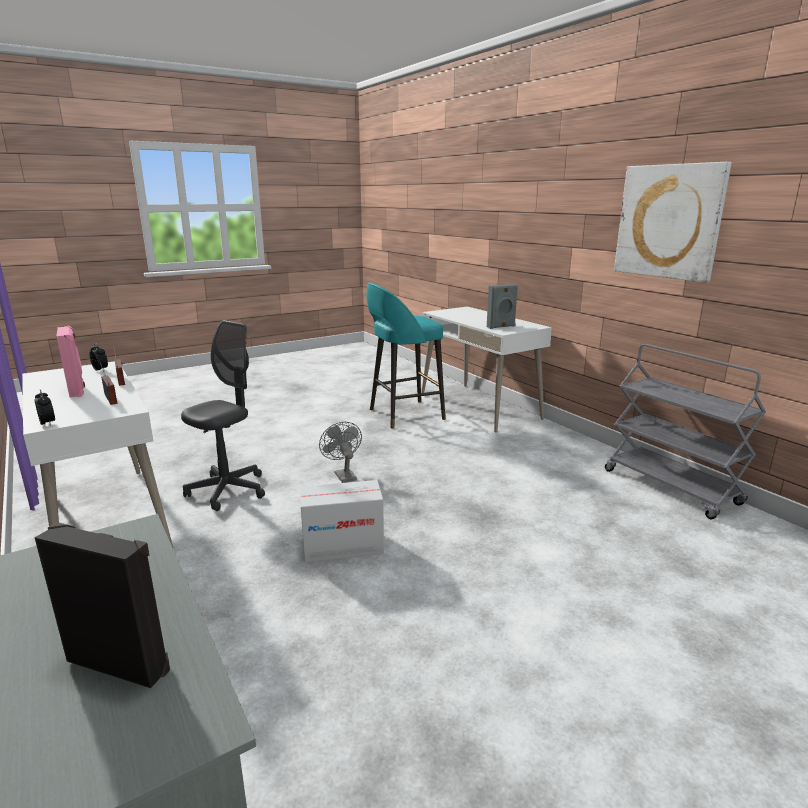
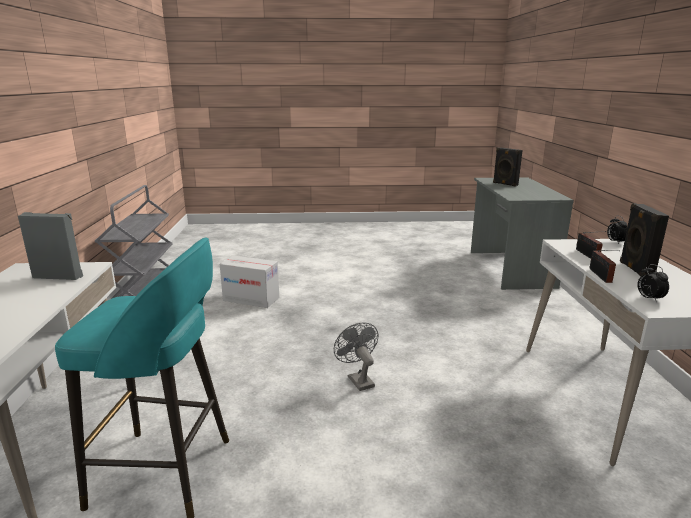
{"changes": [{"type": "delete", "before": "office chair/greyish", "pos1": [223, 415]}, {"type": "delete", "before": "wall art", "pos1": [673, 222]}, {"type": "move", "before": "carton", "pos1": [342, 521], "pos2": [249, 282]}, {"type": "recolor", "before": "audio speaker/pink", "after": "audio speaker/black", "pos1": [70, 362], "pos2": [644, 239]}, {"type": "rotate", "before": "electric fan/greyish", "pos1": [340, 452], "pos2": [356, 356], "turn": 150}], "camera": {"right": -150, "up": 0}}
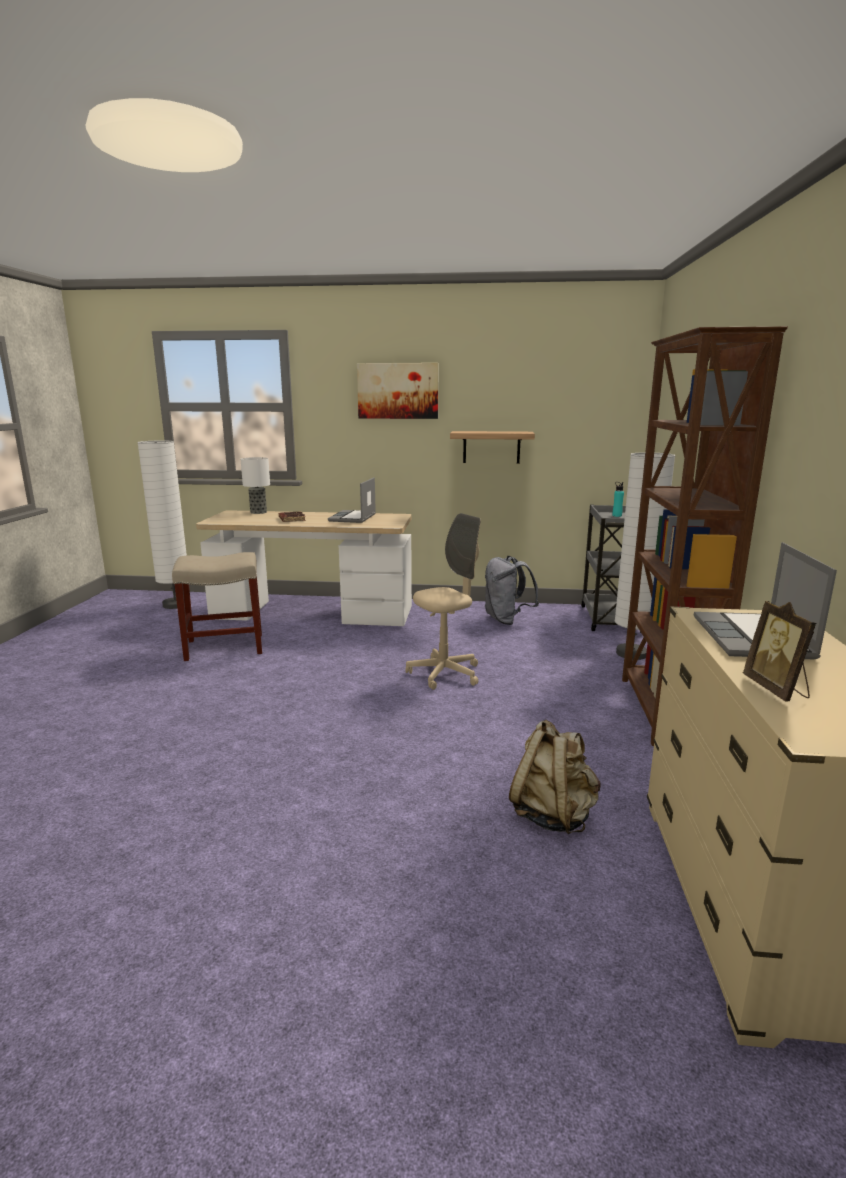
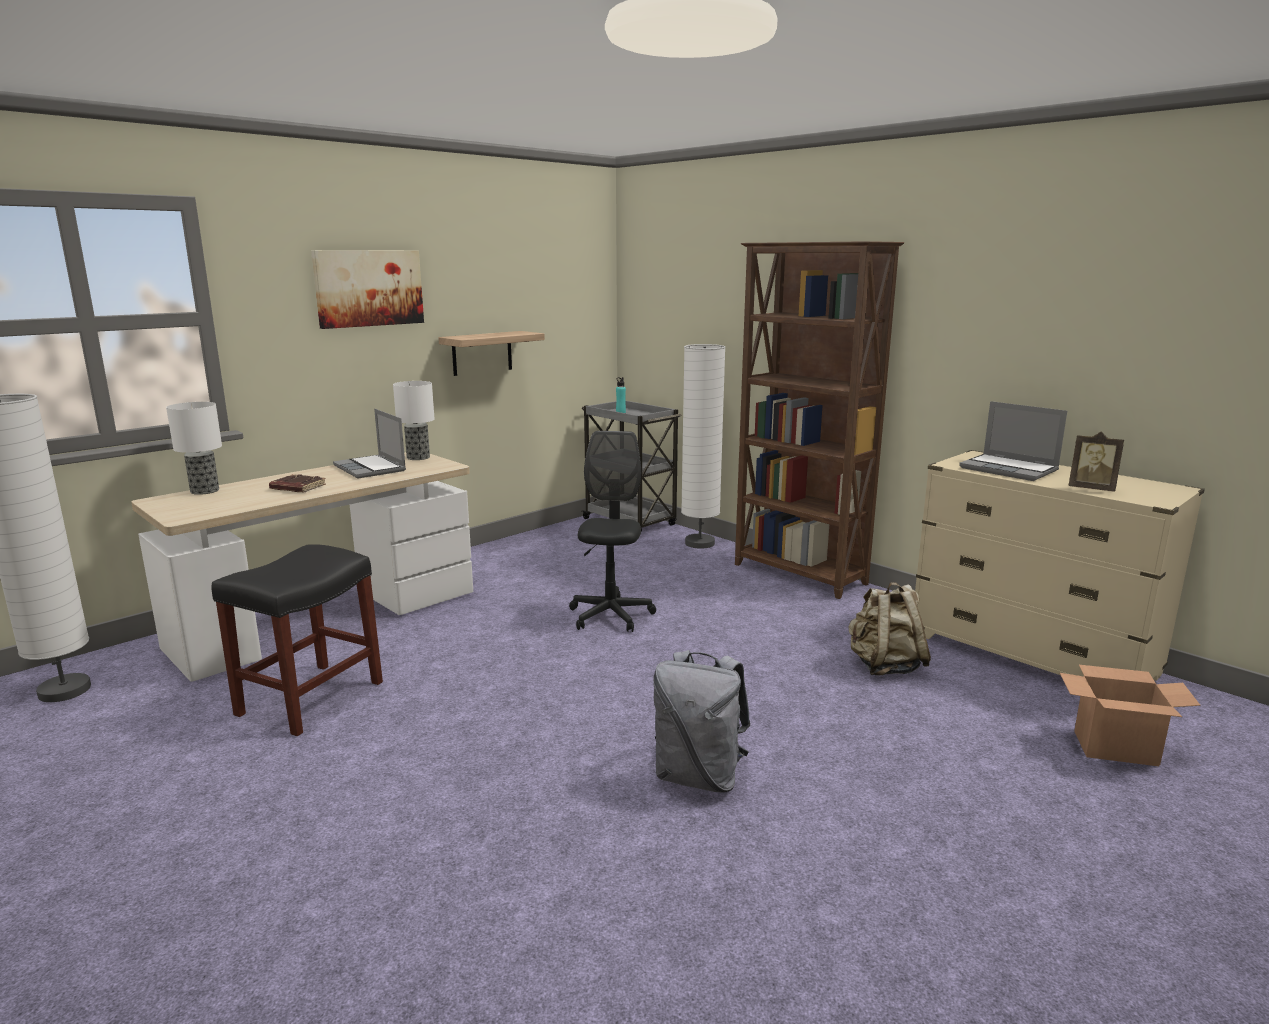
{"changes": [{"type": "insert", "after": "table lamp", "pos2": [414, 420]}, {"type": "insert", "after": "carton", "pos2": [1130, 715]}, {"type": "move", "before": "rucksack/greyish", "pos1": [512, 590], "pos2": [701, 721]}, {"type": "recolor", "before": "sitting stool/sand-coloured", "after": "sitting stool/black", "pos1": [217, 606], "pos2": [297, 640]}, {"type": "recolor", "before": "office chair/sand-coloured", "after": "office chair/black", "pos1": [443, 601], "pos2": [612, 531]}], "camera": {"right": -50, "up": 0}}
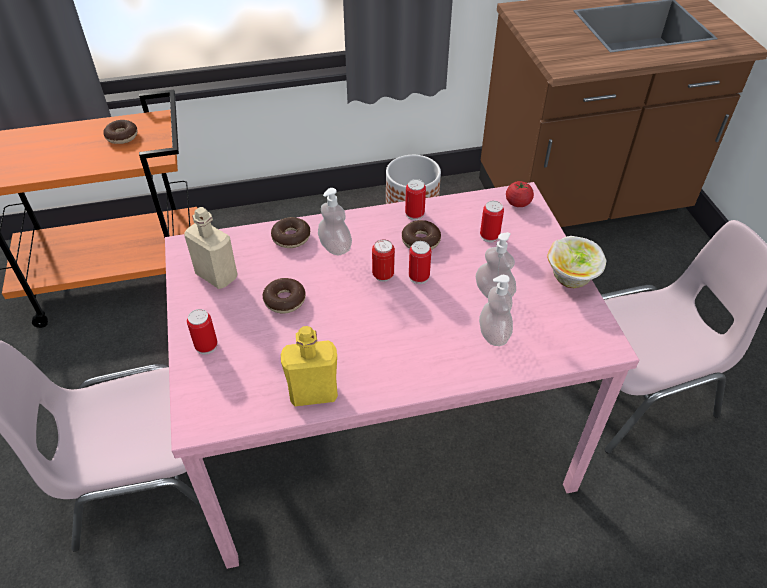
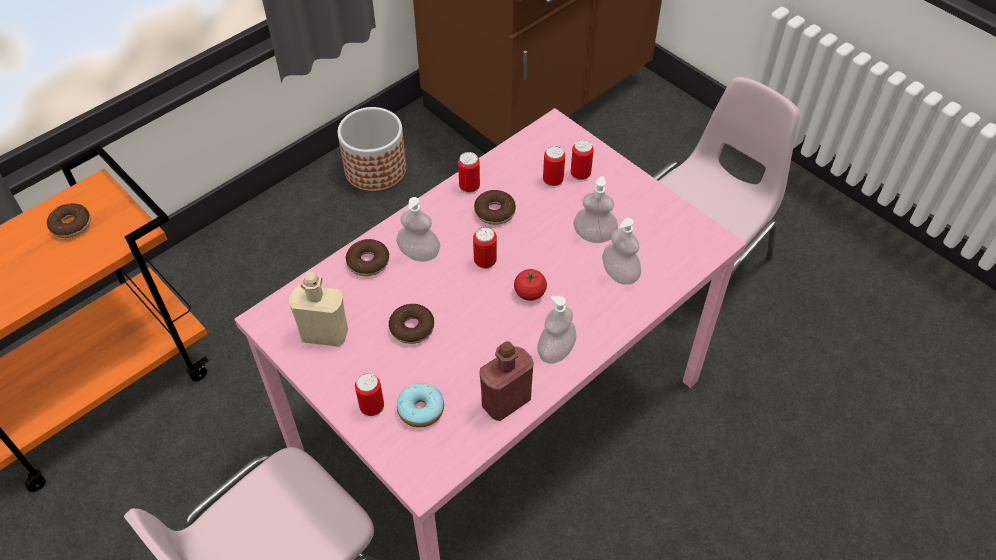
{"changes": [{"type": "delete", "before": "bowl", "pos1": [576, 262]}, {"type": "insert", "after": "donut", "pos2": [420, 405]}, {"type": "insert", "after": "soap dispenser", "pos2": [556, 330]}, {"type": "move", "before": "metal can", "pos1": [420, 262], "pos2": [582, 160]}, {"type": "move", "before": "tomato", "pos1": [520, 194], "pos2": [530, 285]}, {"type": "recolor", "before": "drink bottle/yellow", "after": "drink bottle/red-coloured", "pos1": [309, 366], "pos2": [506, 381]}], "camera": {"right": -30, "up": 5}}
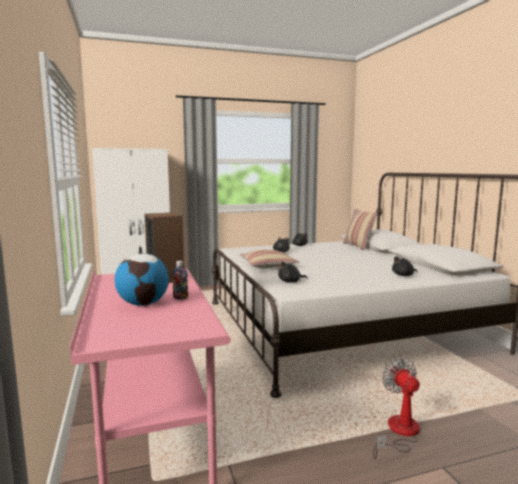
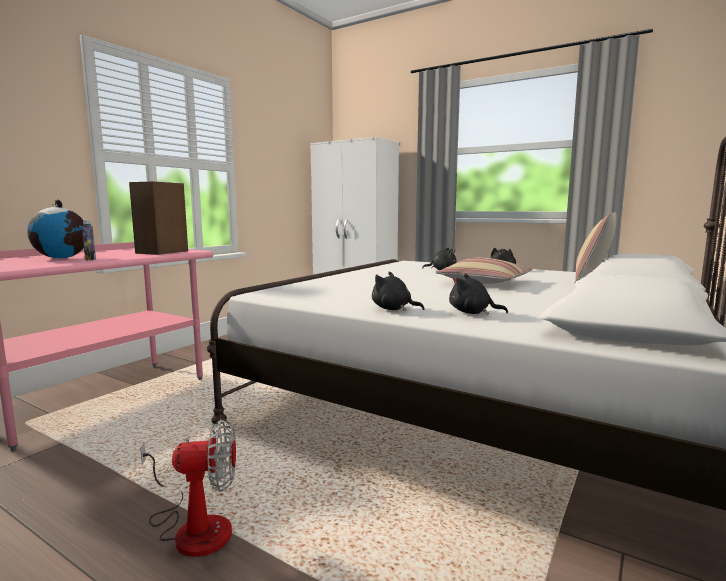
{"changes": [{"type": "move", "before": "pillow", "pos1": [269, 259], "pos2": [484, 271]}, {"type": "move", "before": "plush toy/black", "pos1": [292, 272], "pos2": [398, 291]}, {"type": "rotate", "before": "electric fan", "pos1": [396, 408], "pos2": [188, 488], "turn": 45}], "camera": {"right": 50, "up": 0}}
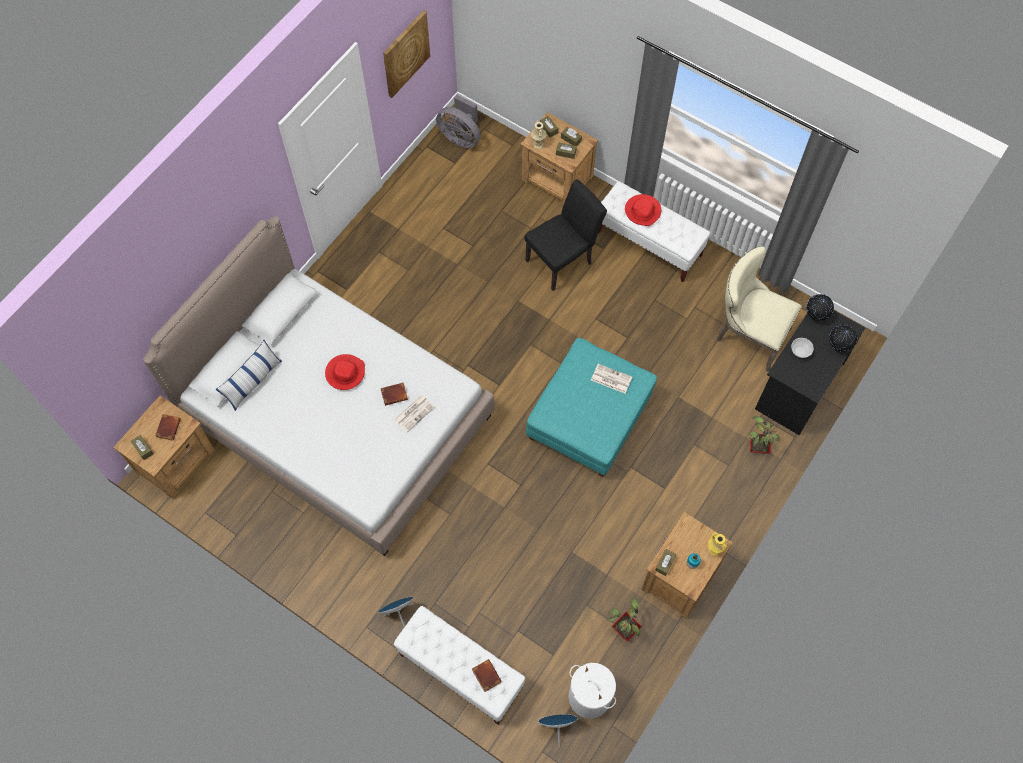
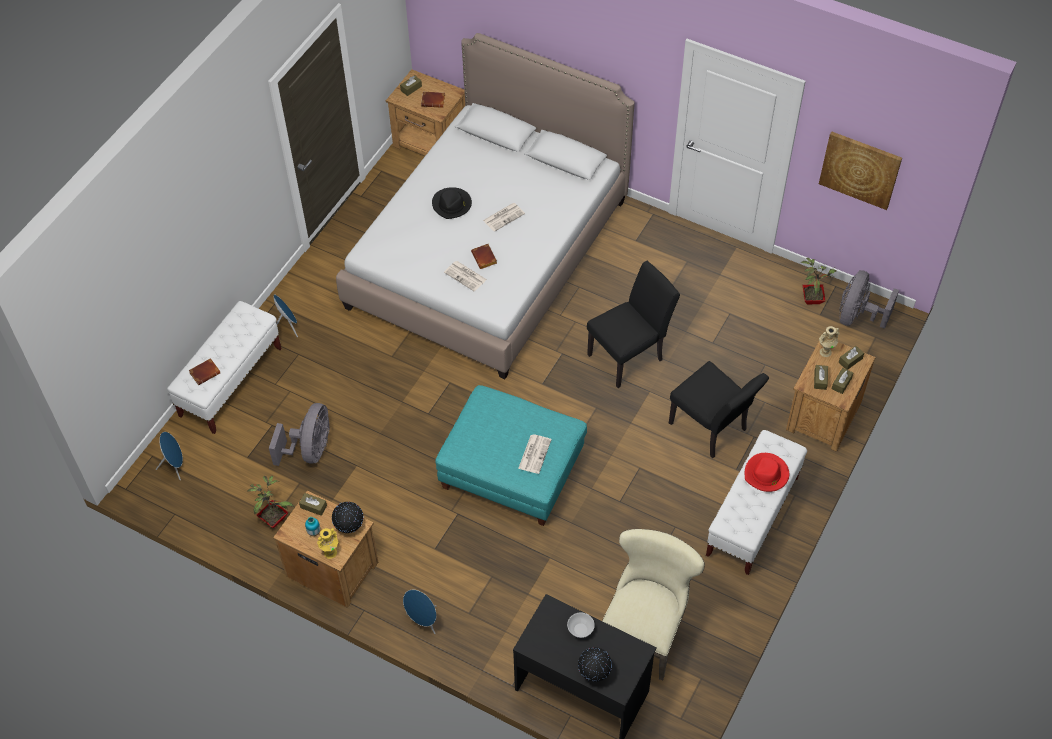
{"changes": [{"type": "delete", "before": "pillow", "pos1": [249, 375]}, {"type": "delete", "before": "laundry basket/whitish", "pos1": [592, 691]}, {"type": "insert", "after": "electric fan/greyish", "pos2": [299, 434]}, {"type": "insert", "after": "audio speaker/blue-coloured", "pos2": [419, 612]}, {"type": "insert", "after": "clothing hat/black", "pos2": [452, 203]}, {"type": "insert", "after": "chair/black", "pos2": [633, 324]}, {"type": "move", "before": "houseplant", "pos1": [764, 435], "pos2": [818, 281]}, {"type": "move", "before": "desk globe", "pos1": [820, 307], "pos2": [347, 517]}, {"type": "replace", "before": "clothing hat/red-coloured", "after": "newspaper", "pos1": [345, 372], "pos2": [504, 217]}], "camera": {"right": 85, "up": -10}}
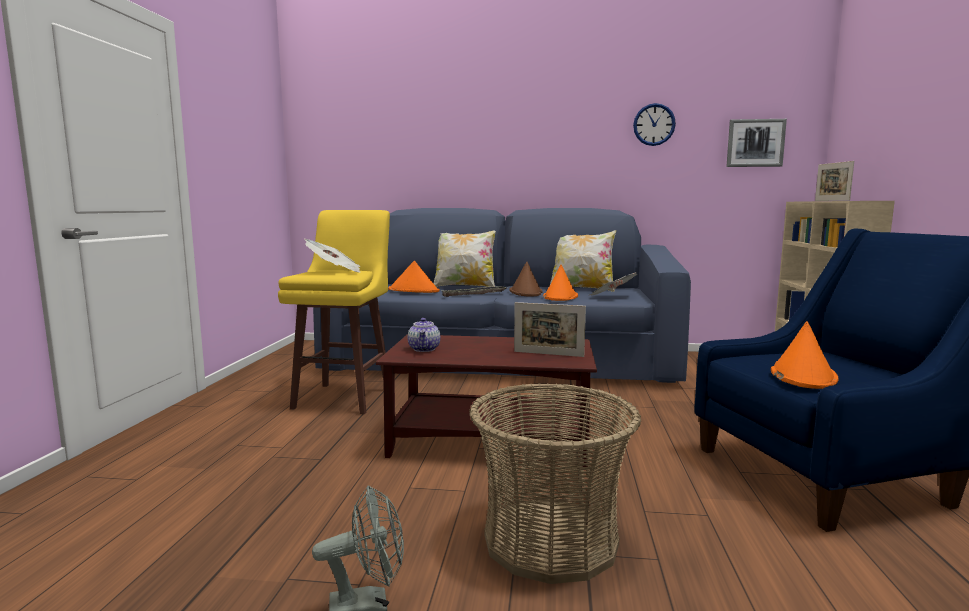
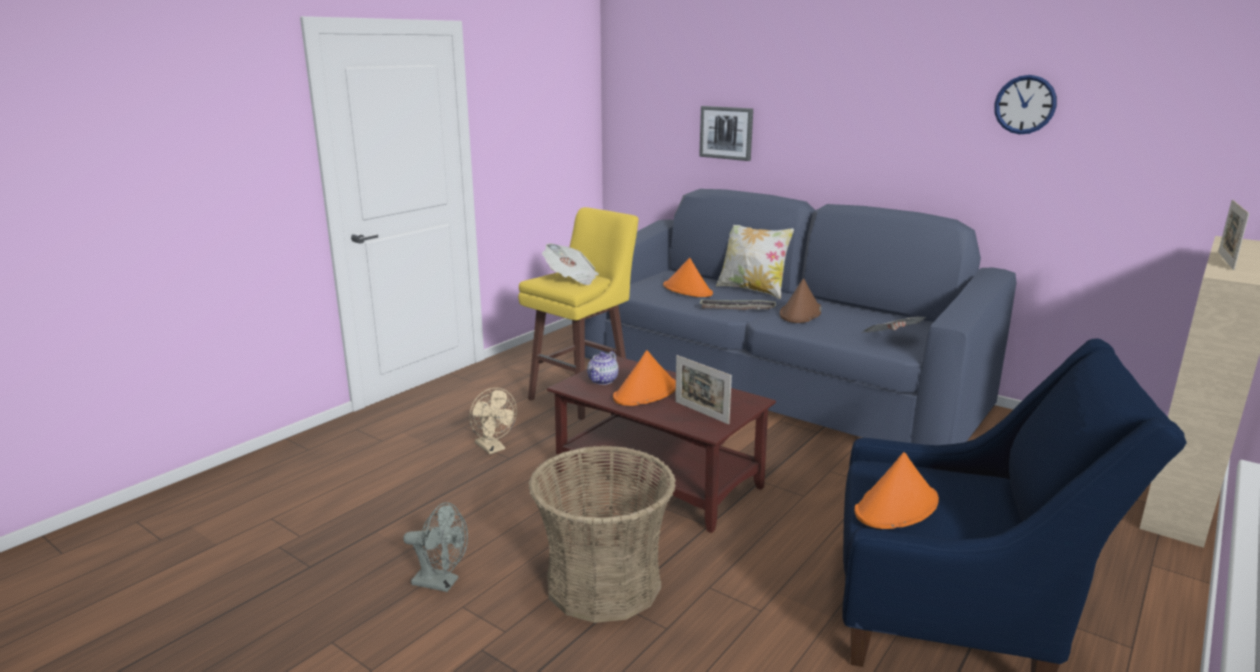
{"changes": [{"type": "delete", "before": "pillow", "pos1": [583, 261]}, {"type": "insert", "after": "electric fan/sand-coloured", "pos2": [493, 421]}, {"type": "move", "before": "clothing hat/orange", "pos1": [560, 283], "pos2": [644, 378]}, {"type": "move", "before": "wall art", "pos1": [756, 143], "pos2": [726, 133]}], "camera": {"right": 30, "up": 10}}
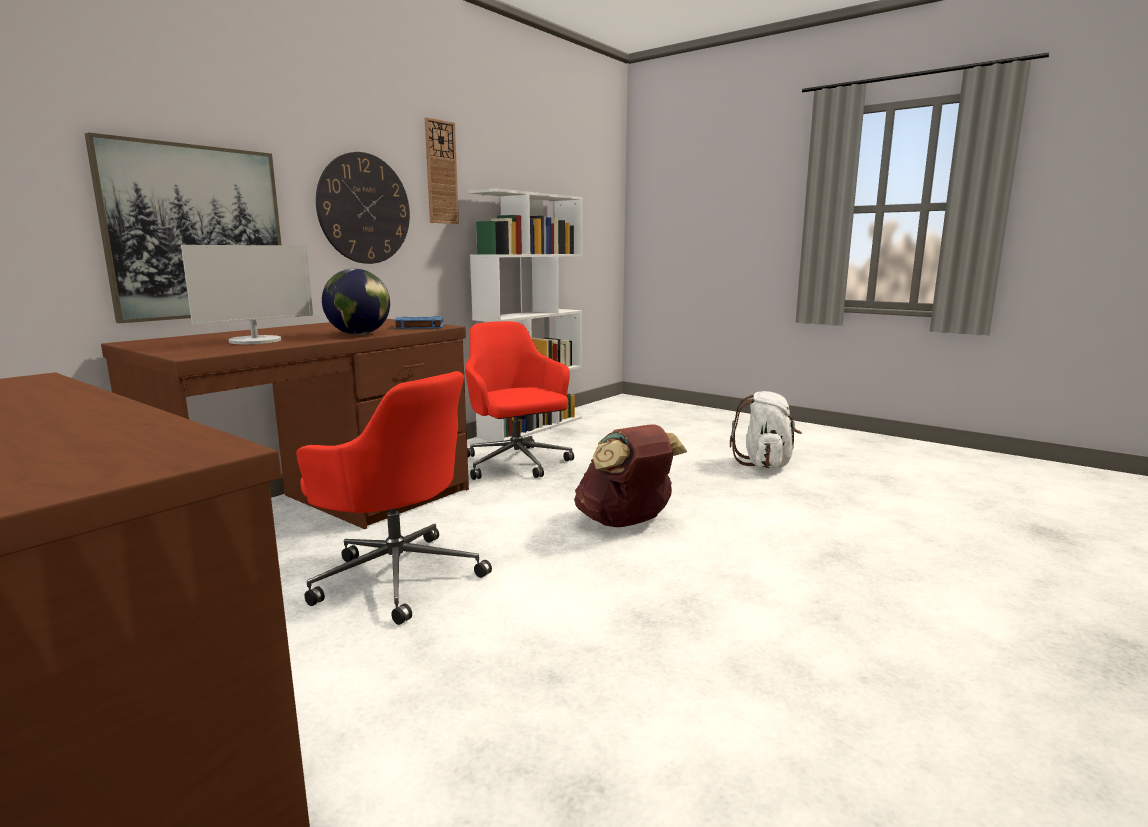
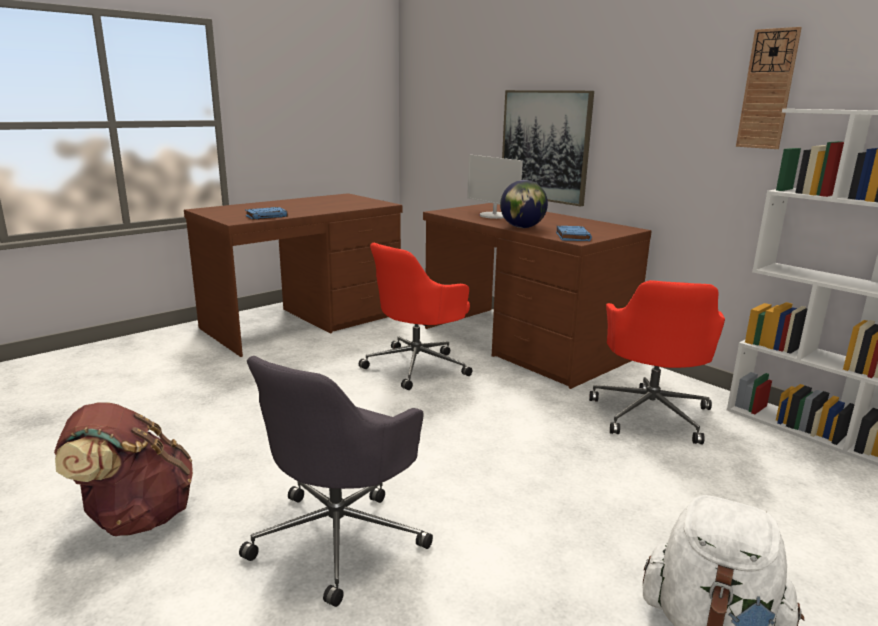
{"changes": [{"type": "delete", "before": "clock on the wall", "pos1": [363, 208]}, {"type": "insert", "after": "office chair/greyish", "pos2": [336, 481]}, {"type": "insert", "after": "bound book/blue-coloured", "pos2": [266, 213]}, {"type": "move", "before": "rucksack/brownish", "pos1": [630, 475], "pos2": [123, 469]}, {"type": "rotate", "before": "office chair/red-coloured", "pos1": [519, 400], "pos2": [657, 362], "turn": 120}], "camera": {"right": 100, "up": 5}}
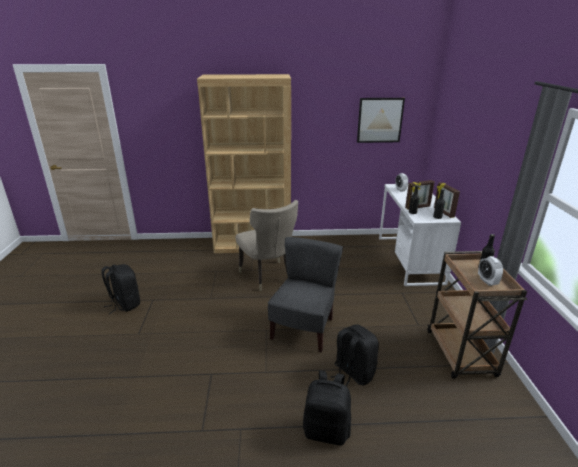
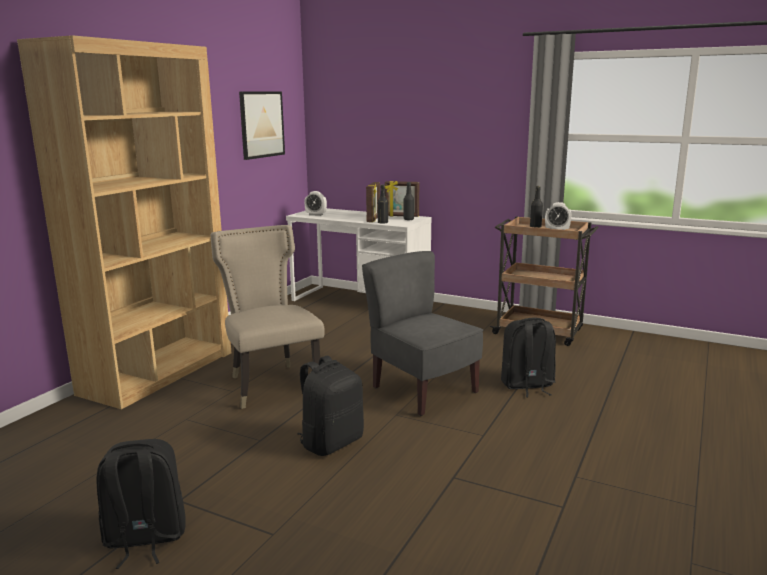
{"changes": [{"type": "move", "before": "rucksack/black", "pos1": [327, 408], "pos2": [330, 406]}, {"type": "rotate", "before": "chair/sand-coloured", "pos1": [266, 245], "pos2": [268, 317], "turn": -120}], "camera": {"right": -60, "up": -10}}
